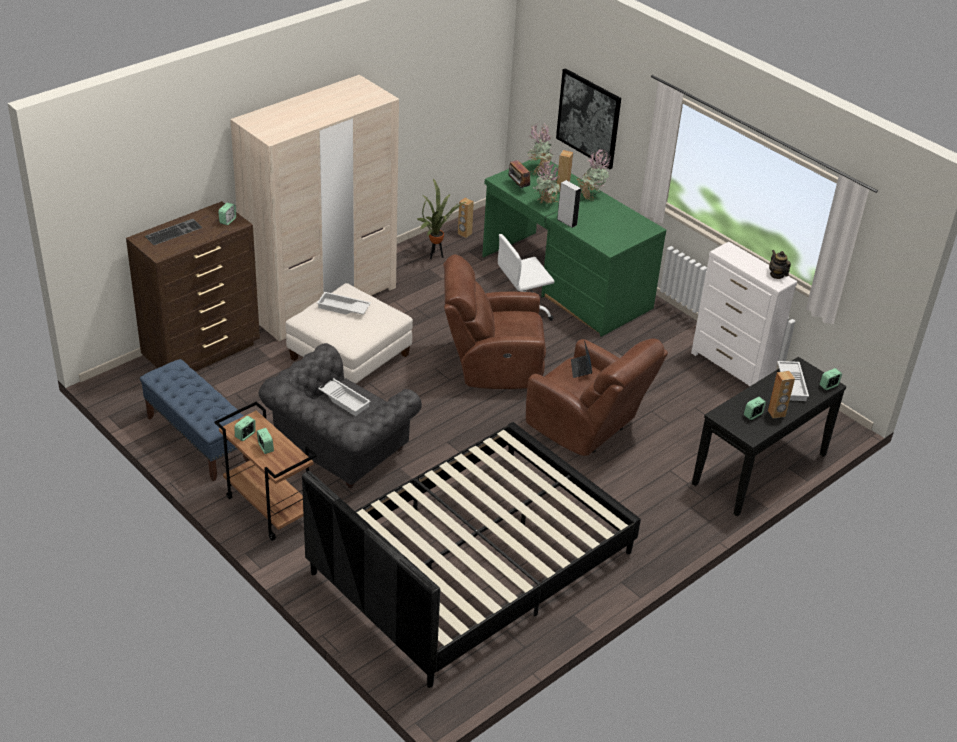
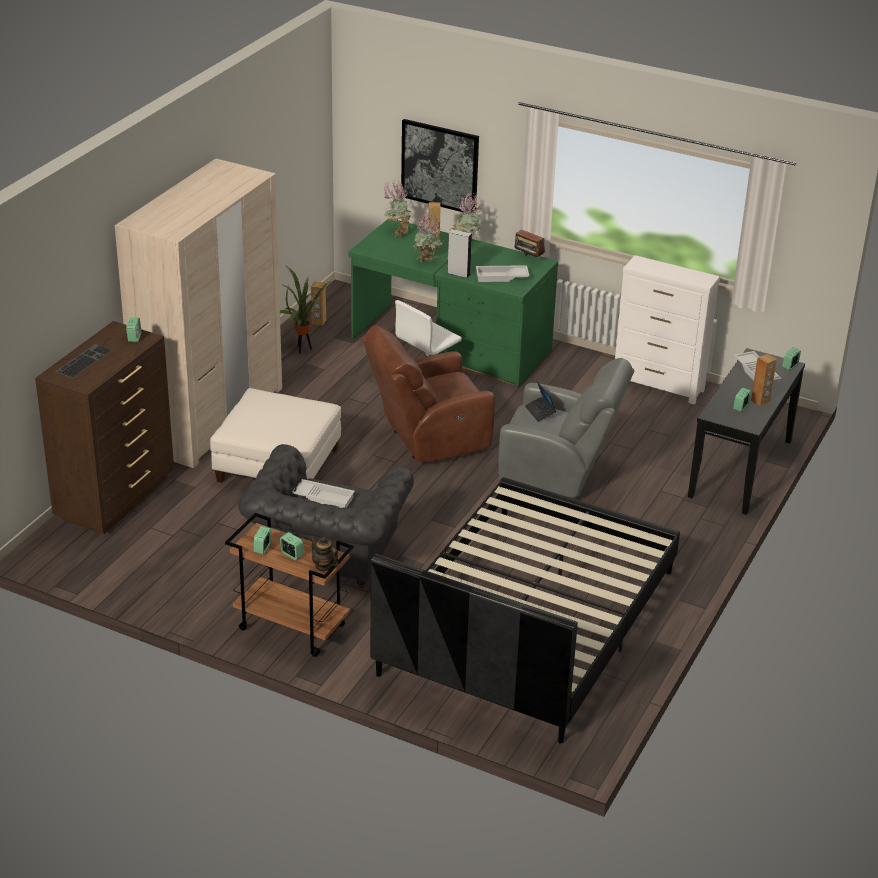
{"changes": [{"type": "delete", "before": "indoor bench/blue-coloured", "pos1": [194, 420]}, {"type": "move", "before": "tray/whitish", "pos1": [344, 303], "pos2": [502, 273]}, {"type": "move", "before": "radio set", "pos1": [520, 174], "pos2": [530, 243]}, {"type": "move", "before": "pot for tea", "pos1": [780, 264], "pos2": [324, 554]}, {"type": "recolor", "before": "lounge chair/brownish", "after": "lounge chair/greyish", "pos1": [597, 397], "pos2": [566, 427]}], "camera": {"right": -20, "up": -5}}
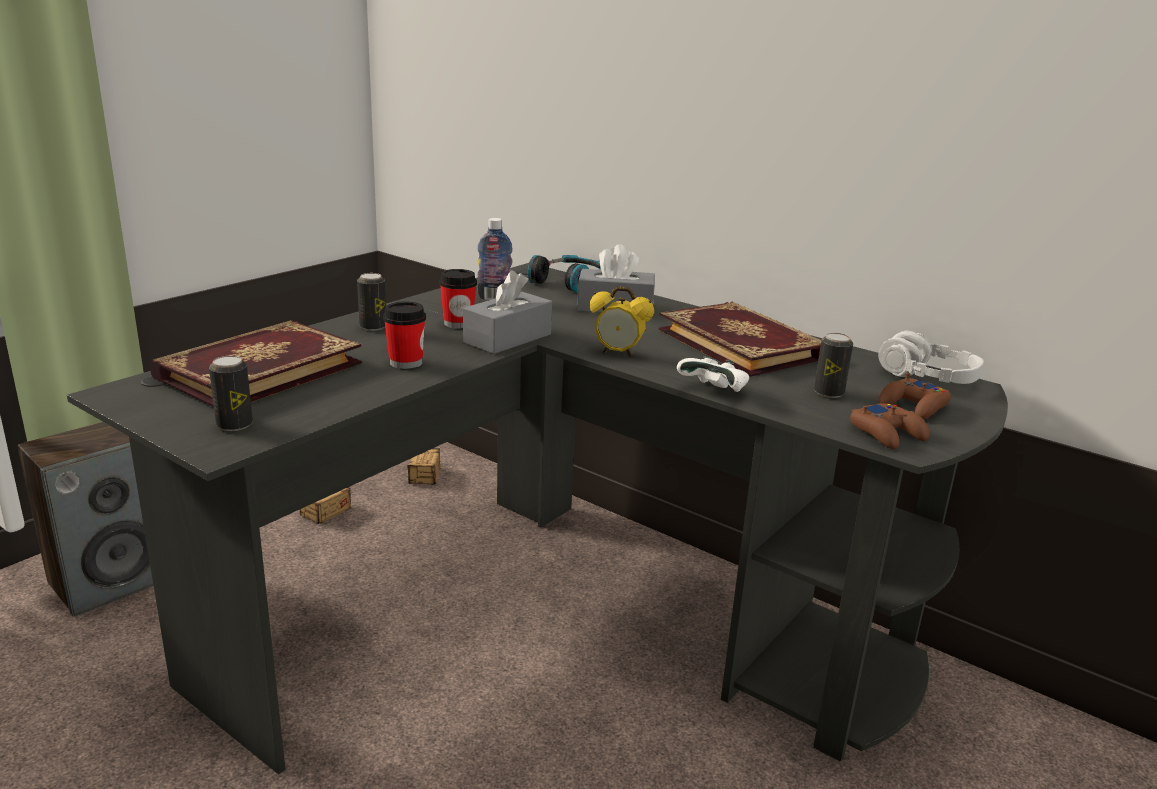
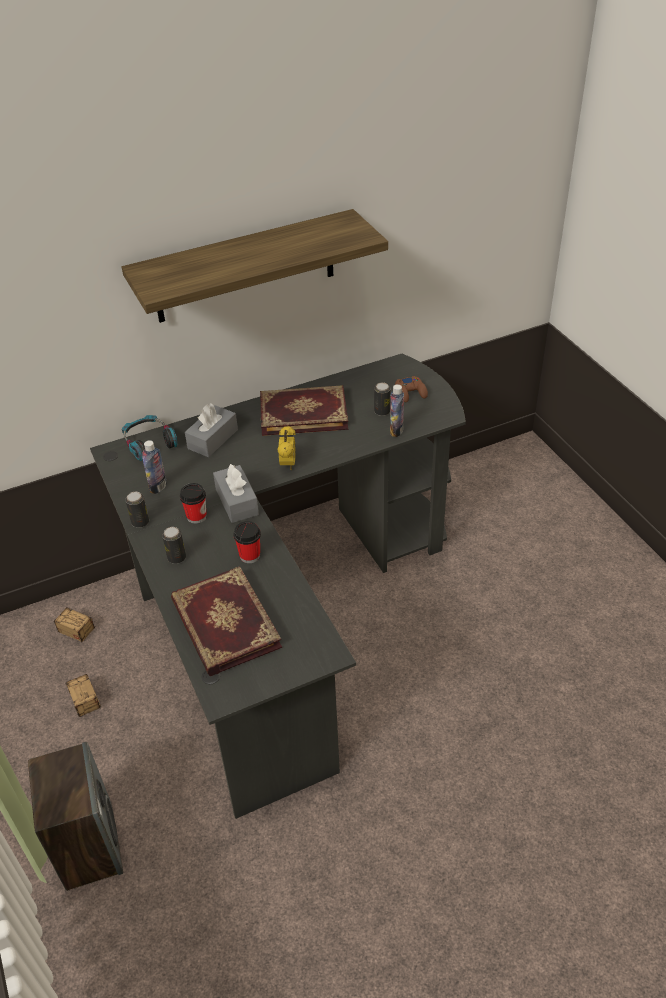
{"changes": [{"type": "delete", "before": "joypad/whitish", "pos1": [713, 374]}, {"type": "delete", "before": "joypad/brownish", "pos1": [889, 426]}, {"type": "delete", "before": "headphones/greyish", "pos1": [931, 357]}, {"type": "insert", "after": "shelf", "pos2": [255, 266]}, {"type": "insert", "after": "drink bottle", "pos2": [397, 410]}, {"type": "move", "before": "metal can", "pos1": [231, 393], "pos2": [137, 510]}, {"type": "rotate", "before": "bedside clock", "pos1": [622, 322], "pos2": [286, 447], "turn": -45}], "camera": {"right": -60, "up": 20}}
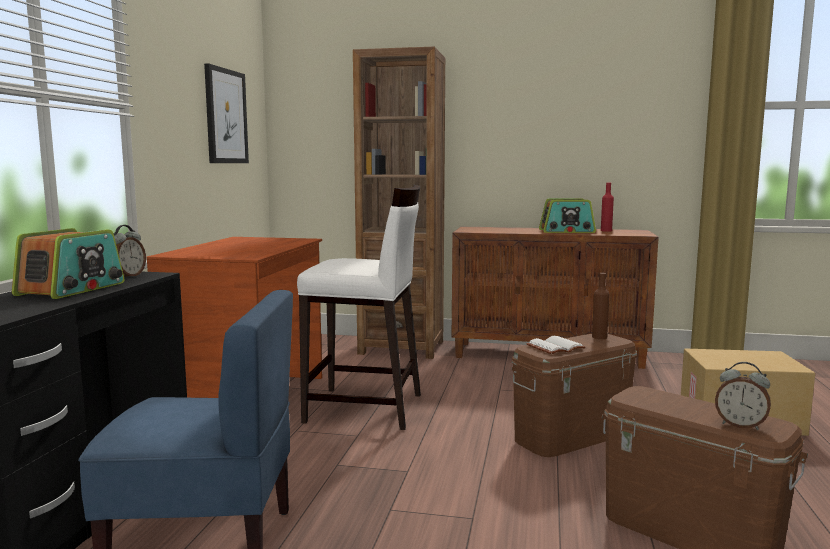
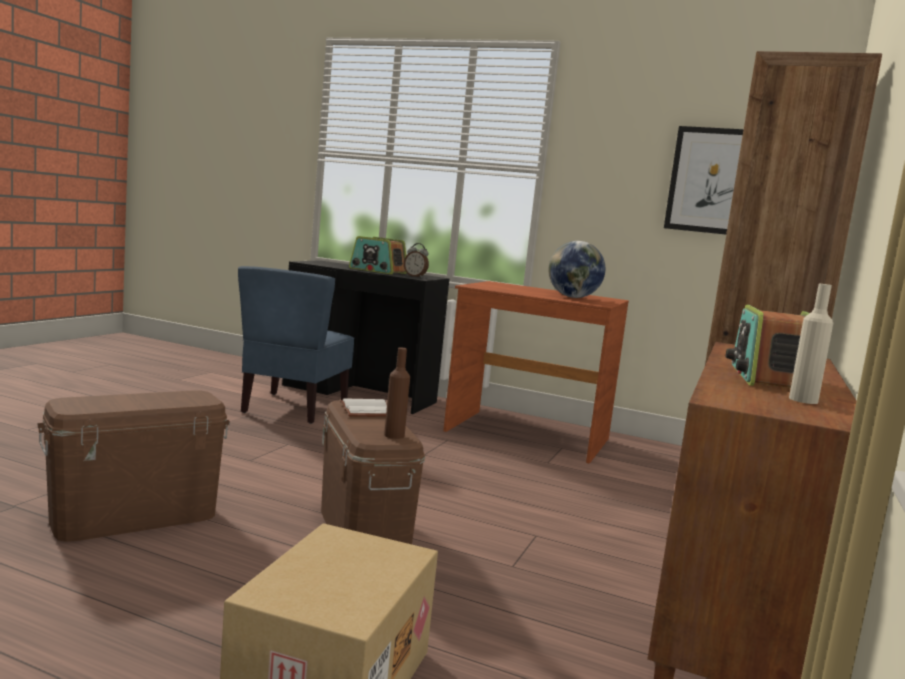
{"changes": [{"type": "delete", "before": "sitting stool/whitish", "pos1": [359, 307]}, {"type": "delete", "before": "bedside clock", "pos1": [743, 396]}, {"type": "insert", "after": "desk globe", "pos2": [576, 269]}, {"type": "recolor", "before": "drink bottle/red-coloured", "after": "drink bottle/sand-coloured", "pos1": [607, 207], "pos2": [811, 344]}], "camera": {"right": 100, "up": 0}}
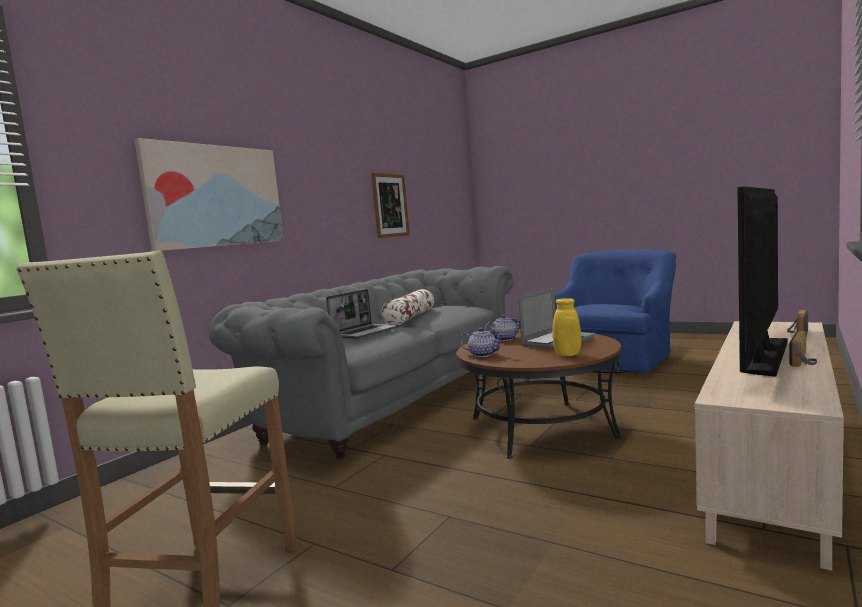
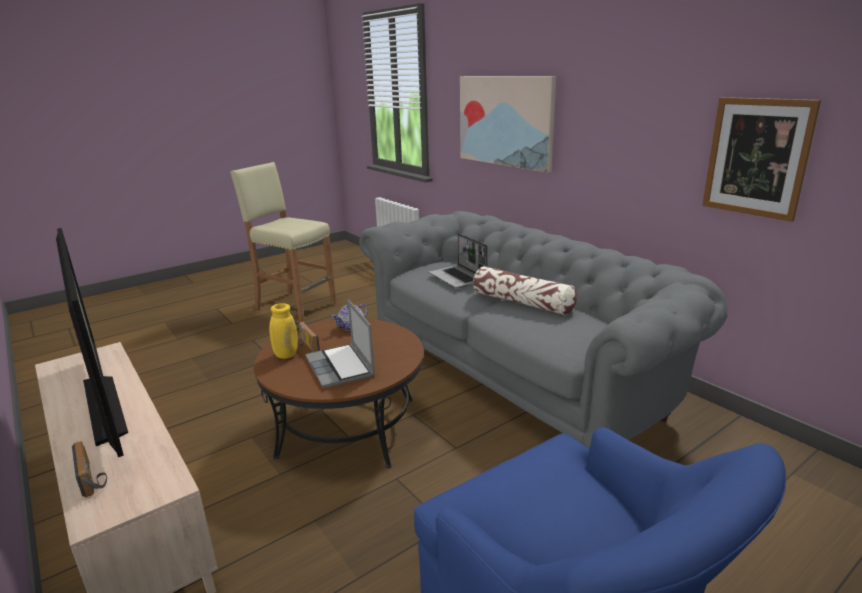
{"changes": [{"type": "delete", "before": "pot for tea", "pos1": [502, 328]}, {"type": "move", "before": "radio set", "pos1": [803, 349], "pos2": [308, 336]}], "camera": {"right": 110, "up": 15}}
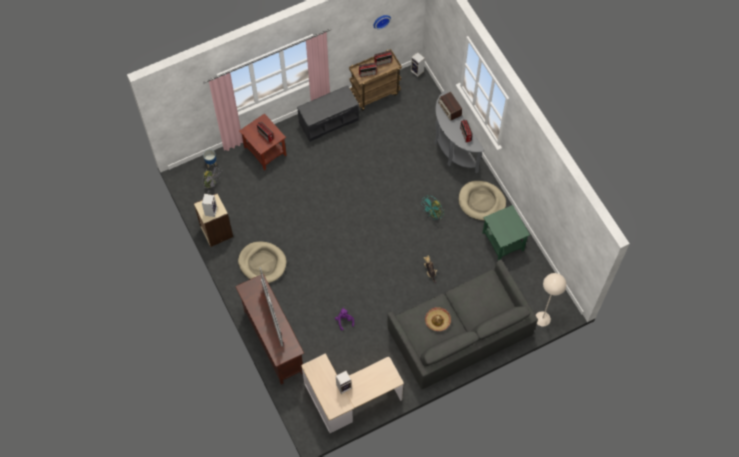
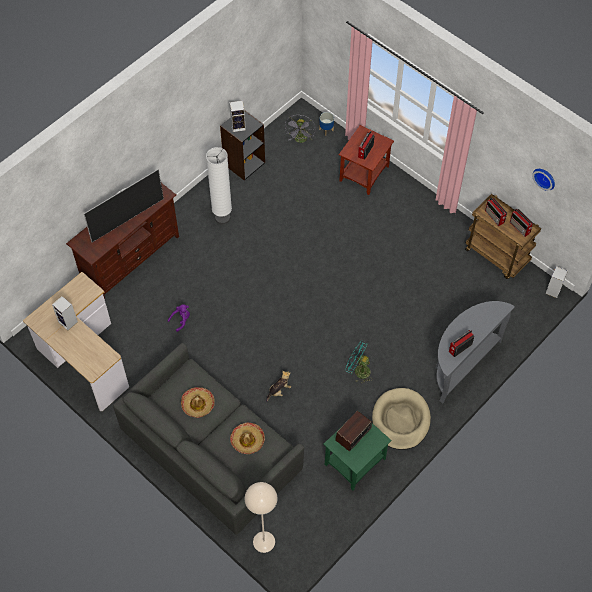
{"changes": [{"type": "delete", "before": "indoor bench/greyish", "pos1": [328, 113]}, {"type": "insert", "after": "clothing hat", "pos2": [247, 438]}, {"type": "move", "before": "radio set", "pos1": [450, 106], "pos2": [353, 431]}, {"type": "replace", "before": "dog cushion/sand-coloured", "after": "standard lamp/whitish", "pos1": [262, 262], "pos2": [219, 185]}, {"type": "recolor", "before": "bookshelf/sand-coloured", "after": "bookshelf/black", "pos1": [213, 220], "pos2": [242, 145]}], "camera": {"right": 70, "up": -5}}
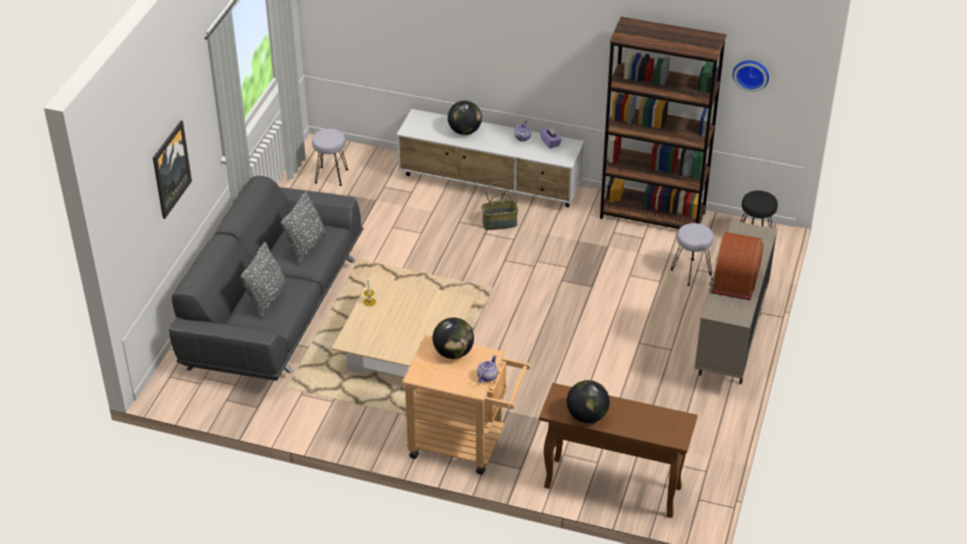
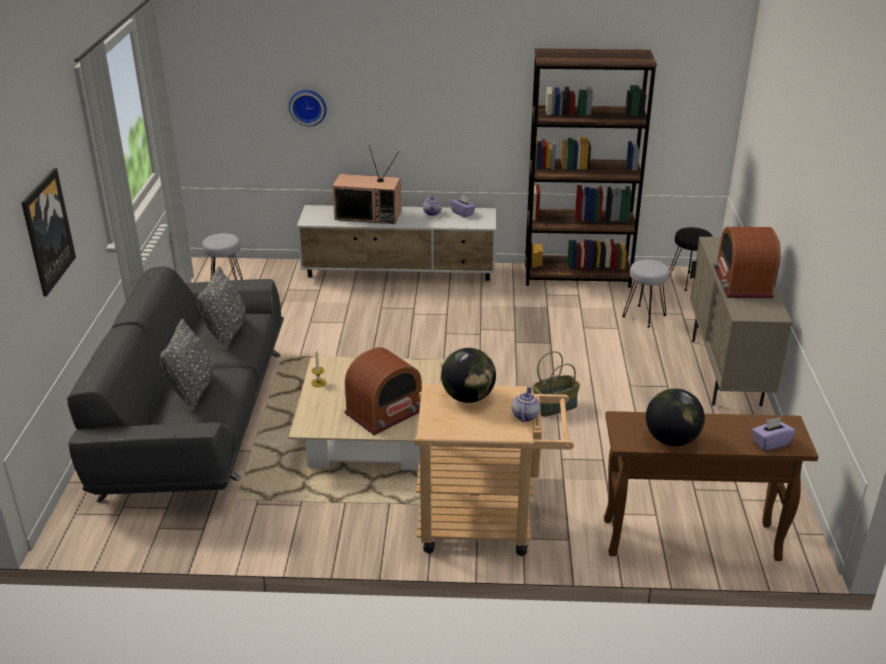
{"changes": [{"type": "insert", "after": "radio set", "pos2": [383, 391]}, {"type": "insert", "after": "tissue holder/purple", "pos2": [774, 434]}, {"type": "move", "before": "basket", "pos1": [500, 206], "pos2": [556, 384]}, {"type": "move", "before": "clock on the wall", "pos1": [751, 76], "pos2": [307, 108]}, {"type": "replace", "before": "desk globe", "after": "television", "pos1": [465, 118], "pos2": [366, 184]}], "camera": {"right": -15, "up": -10}}
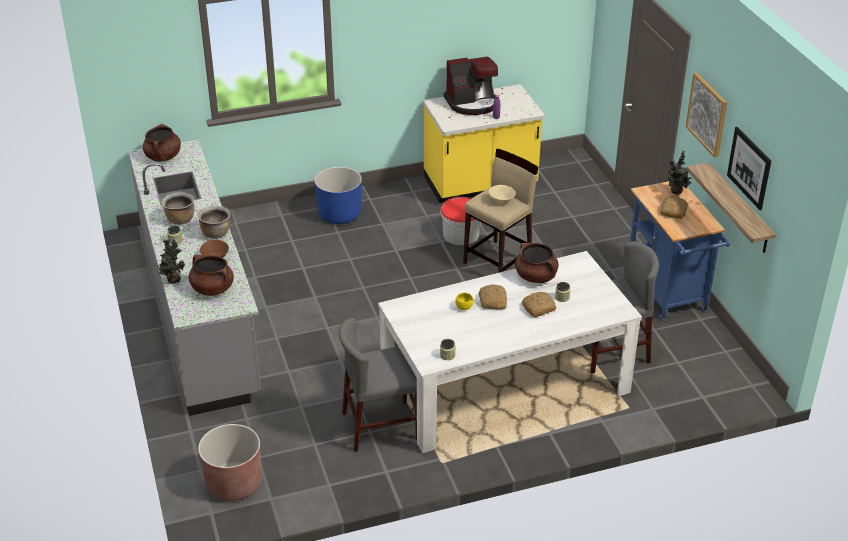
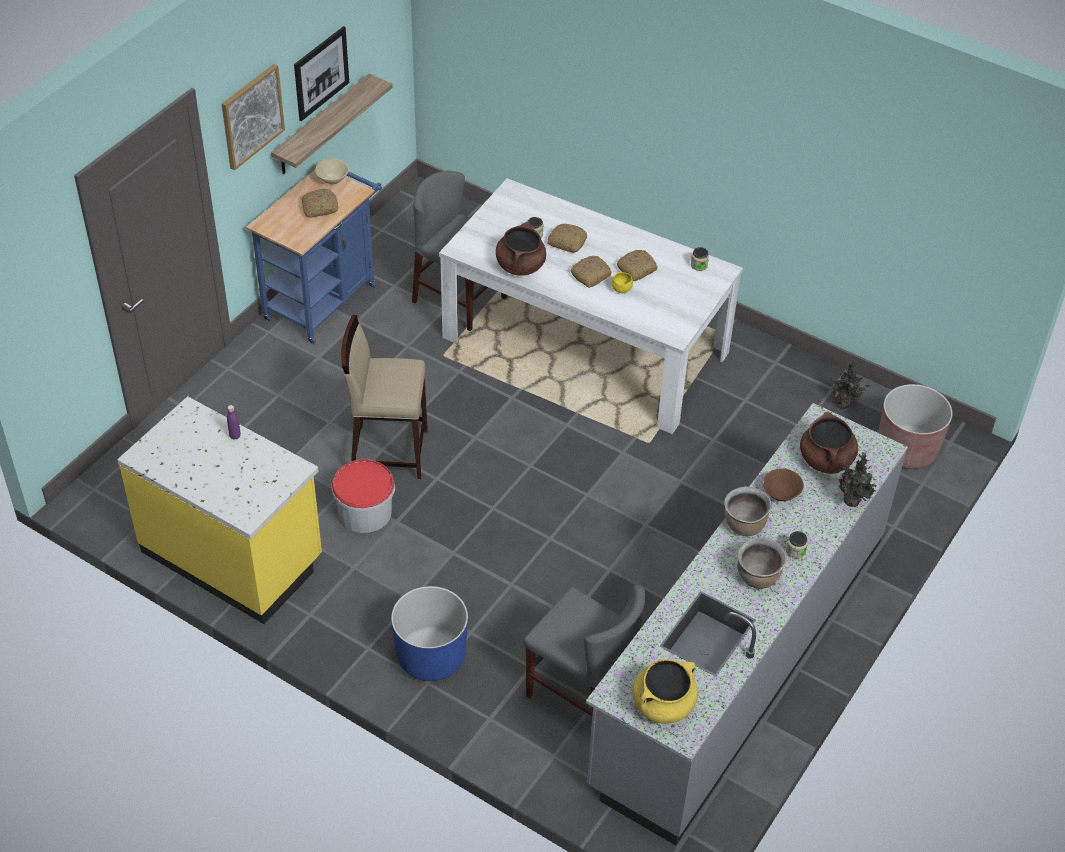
{"changes": [{"type": "delete", "before": "coffee machine", "pos1": [471, 85]}, {"type": "insert", "after": "bread", "pos2": [637, 265]}, {"type": "move", "before": "chair/greyish", "pos1": [378, 385], "pos2": [585, 650]}, {"type": "move", "before": "bowl/sand-coloured", "pos1": [502, 194], "pos2": [332, 171]}, {"type": "move", "before": "houseplant", "pos1": [679, 172], "pos2": [850, 385]}, {"type": "recolor", "before": "saucepot/brownish", "after": "saucepot/yellow", "pos1": [162, 143], "pos2": [665, 691]}], "camera": {"right": -130, "up": 10}}
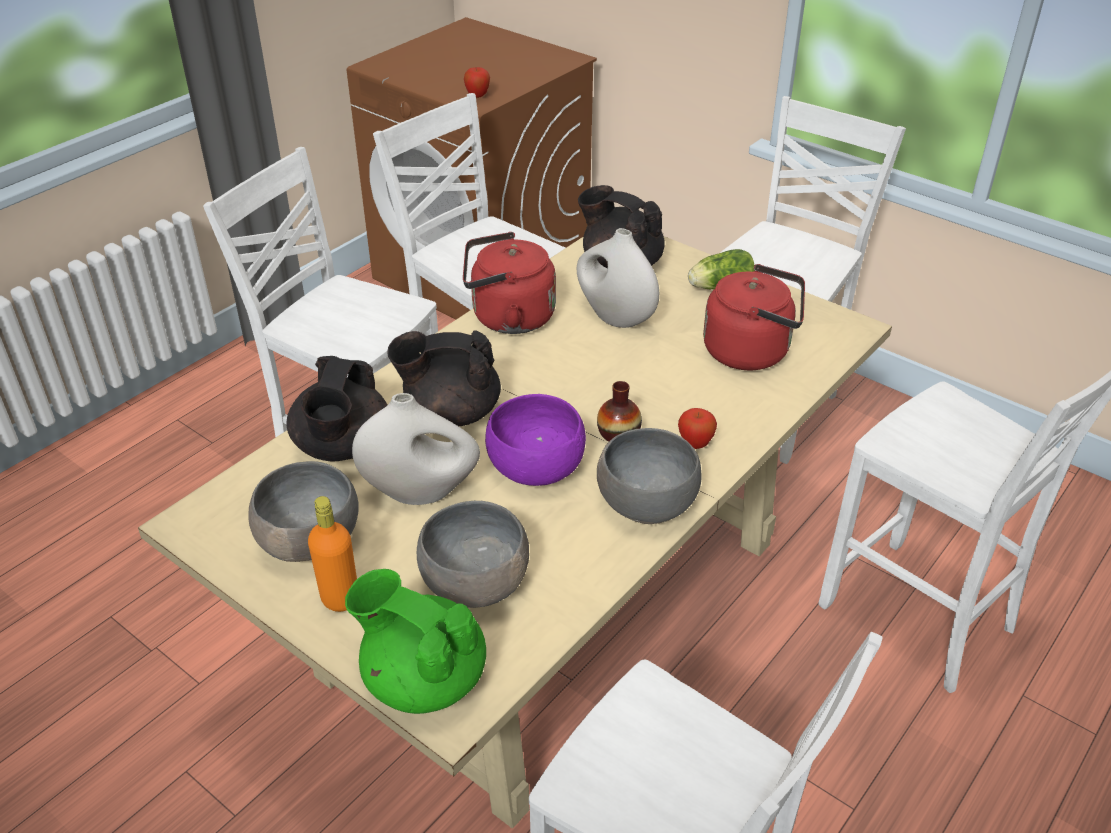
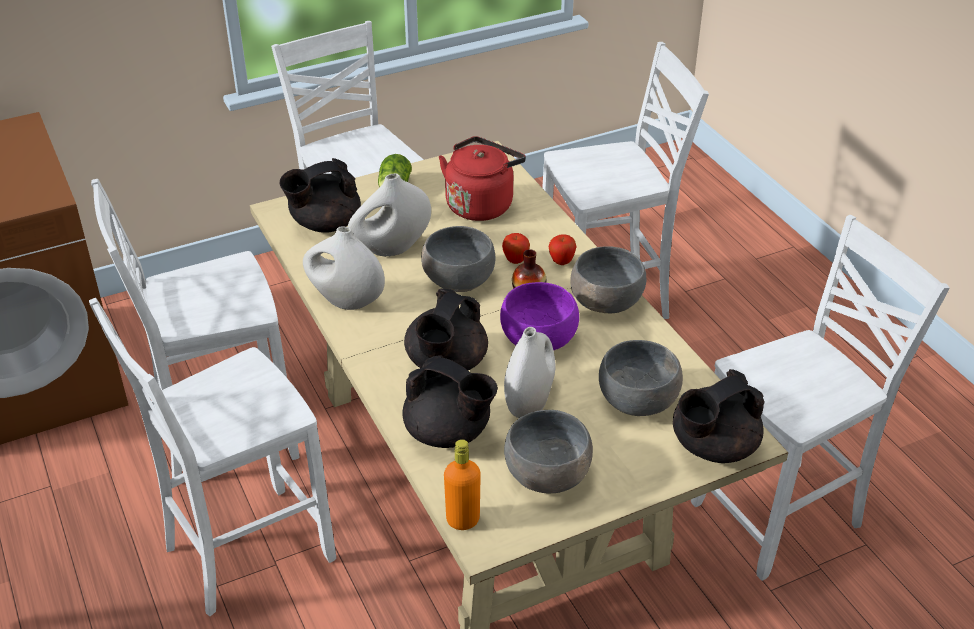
{"changes": [{"type": "insert", "after": "bowl/greyish", "pos2": [458, 259]}, {"type": "move", "before": "drink bottle/orange", "pos1": [332, 554], "pos2": [462, 484]}, {"type": "move", "before": "apple fruit", "pos1": [477, 82], "pos2": [516, 248]}, {"type": "replace", "before": "tea kettle/red-coloured", "after": "decorative vase/whitish", "pos1": [509, 283], "pos2": [344, 268]}, {"type": "recolor", "before": "pot for tea/green-coloured", "after": "pot for tea/black", "pos1": [415, 641], "pos2": [719, 416]}], "camera": {"right": -65, "up": 0}}
